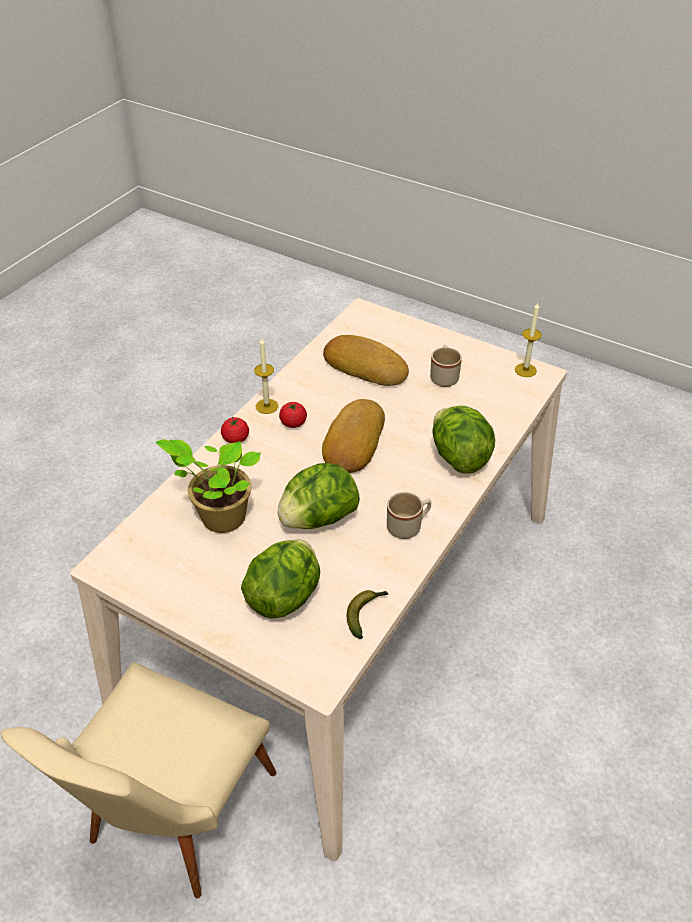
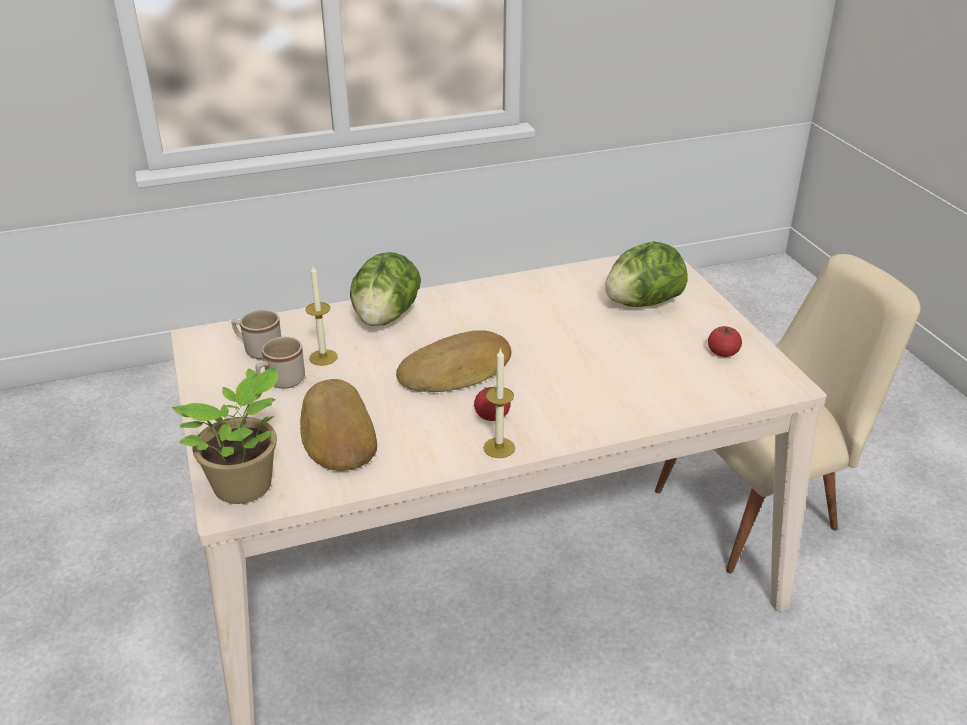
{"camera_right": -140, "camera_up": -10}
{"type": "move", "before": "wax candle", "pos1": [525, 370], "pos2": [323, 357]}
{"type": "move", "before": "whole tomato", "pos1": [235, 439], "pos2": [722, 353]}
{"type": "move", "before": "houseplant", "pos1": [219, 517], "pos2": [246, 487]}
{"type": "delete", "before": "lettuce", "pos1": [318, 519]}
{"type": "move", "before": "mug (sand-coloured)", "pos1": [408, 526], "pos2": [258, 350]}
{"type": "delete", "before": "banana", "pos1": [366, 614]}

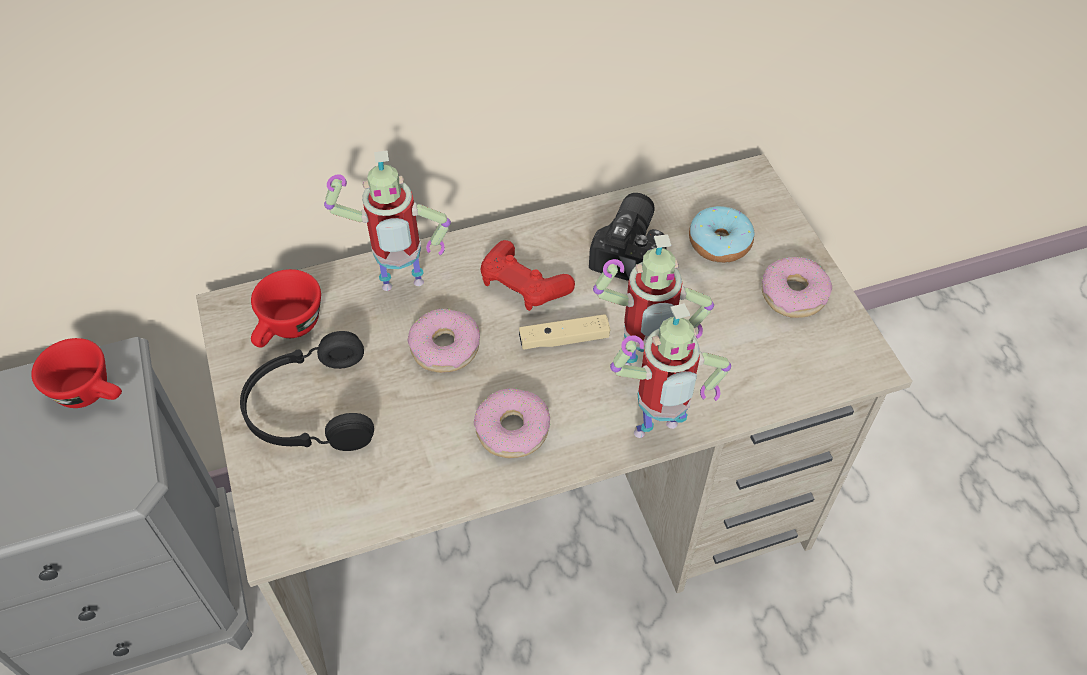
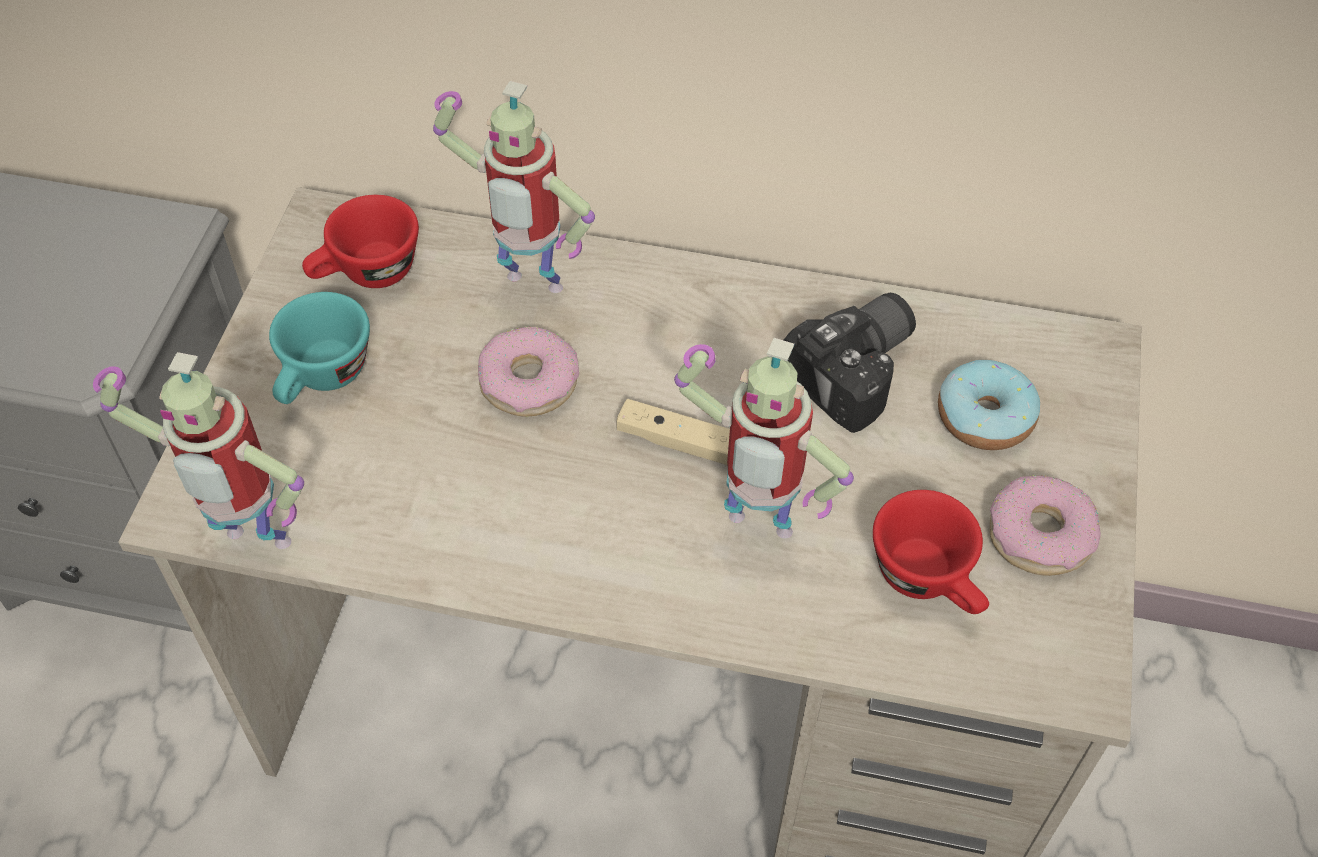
{"camera_right": 30, "camera_up": 0}
{"type": "delete", "before": "gamepad (red)", "pos1": [523, 285]}
{"type": "move", "before": "robot figure", "pos1": [657, 434], "pos2": [253, 545]}
{"type": "replace", "before": "headset (blackish)", "after": "cup (turquoise-coloured)", "pos1": [309, 409], "pos2": [323, 378]}
{"type": "move", "before": "cup (red)", "pos1": [92, 393], "pos2": [929, 580]}
{"type": "delete", "before": "doughnut", "pos1": [512, 429]}

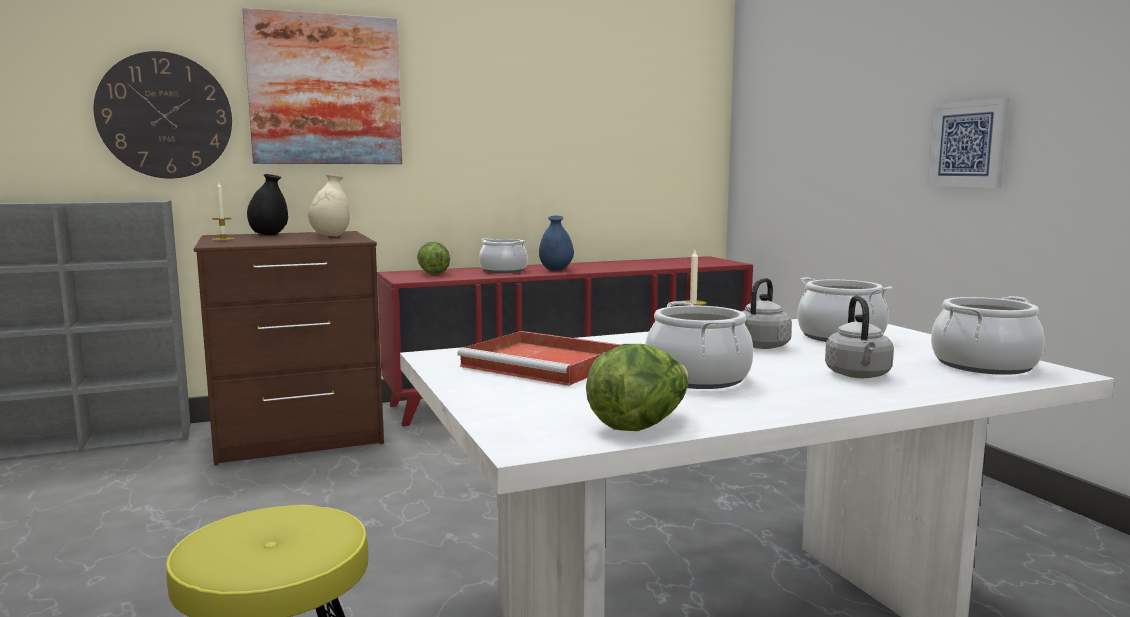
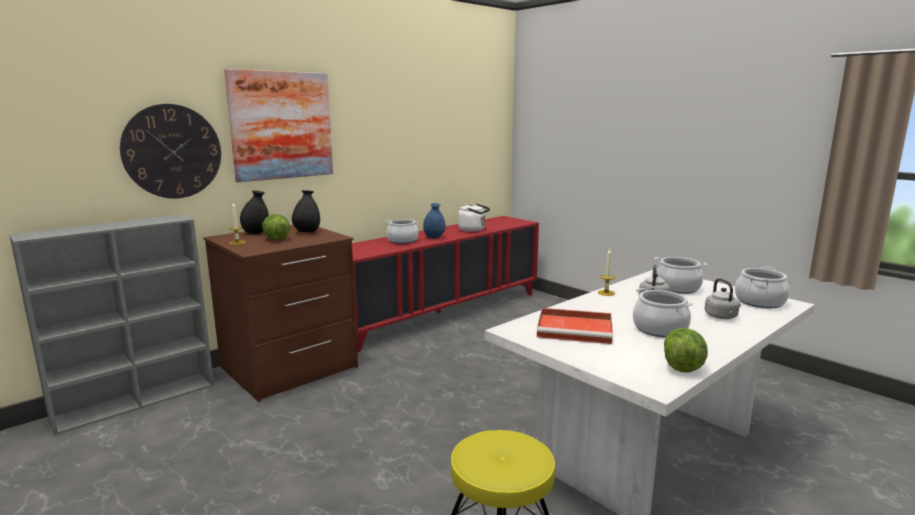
{"camera_right": -20, "camera_up": 5}
{"type": "delete", "before": "wall picture", "pos1": [968, 144]}
{"type": "recolor", "before": "flower vase (sand-coloured)", "after": "flower vase (blackish)", "pos1": [330, 236], "pos2": [307, 233]}
{"type": "move", "before": "lettuce", "pos1": [433, 273], "pos2": [276, 239]}
{"type": "insert", "after": "water kettle (white-coloured)", "pos2": [473, 230]}

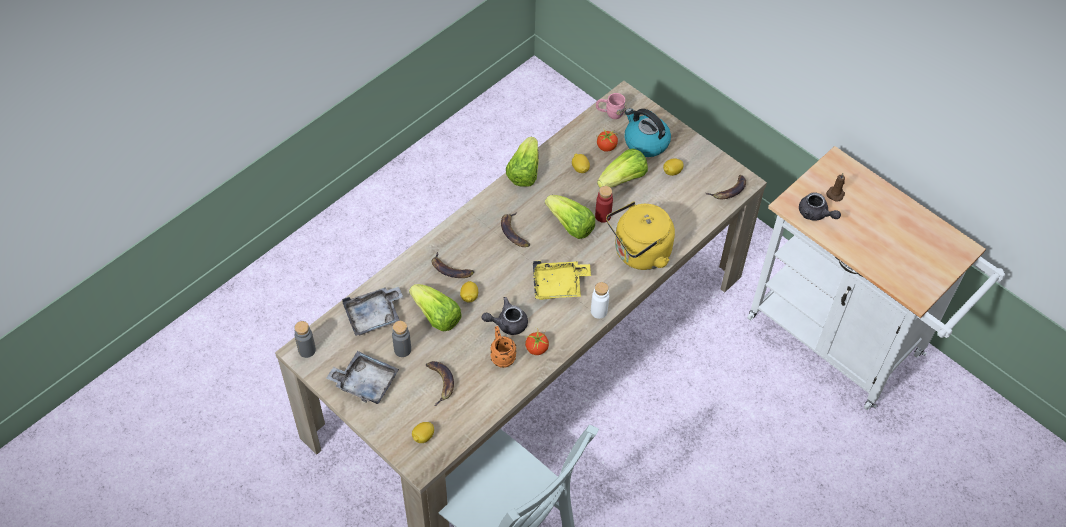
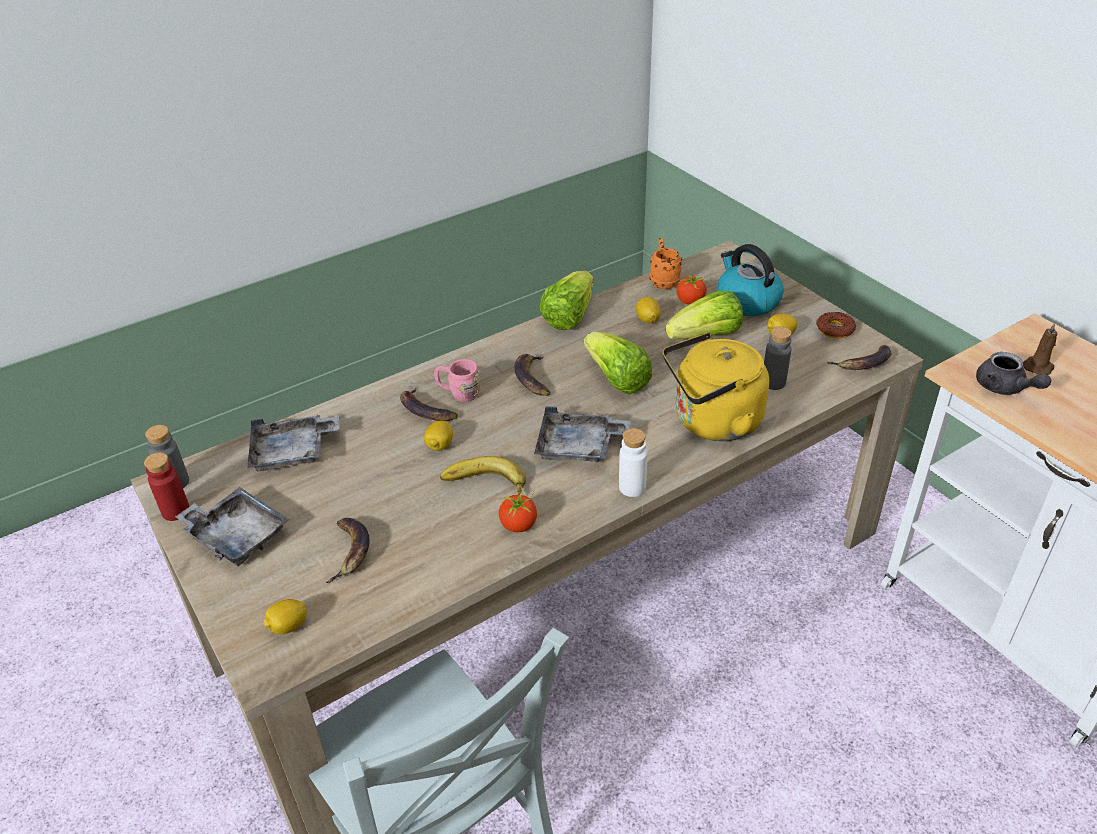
{"camera_right": 15, "camera_up": -15}
{"type": "move", "before": "mug (pink-coloured)", "pos1": [610, 113], "pos2": [458, 393]}
{"type": "move", "before": "drink bottle (red)", "pos1": [603, 216], "pos2": [176, 511]}
{"type": "recolor", "before": "serving tray (yellow-coloured)", "after": "serving tray (grey)", "pos1": [559, 285], "pos2": [579, 447]}
{"type": "delete", "before": "lettuce", "pos1": [436, 316]}
{"type": "replace", "before": "teapot (grey)", "after": "banana", "pos1": [507, 323], "pos2": [484, 485]}
{"type": "move", "before": "drink bottle (grey)", "pos1": [402, 350], "pos2": [773, 382]}
{"type": "move", "before": "mug (orange)", "pos1": [501, 355], "pos2": [663, 280]}
{"type": "insert", "after": "doughnut", "pos2": [835, 329]}

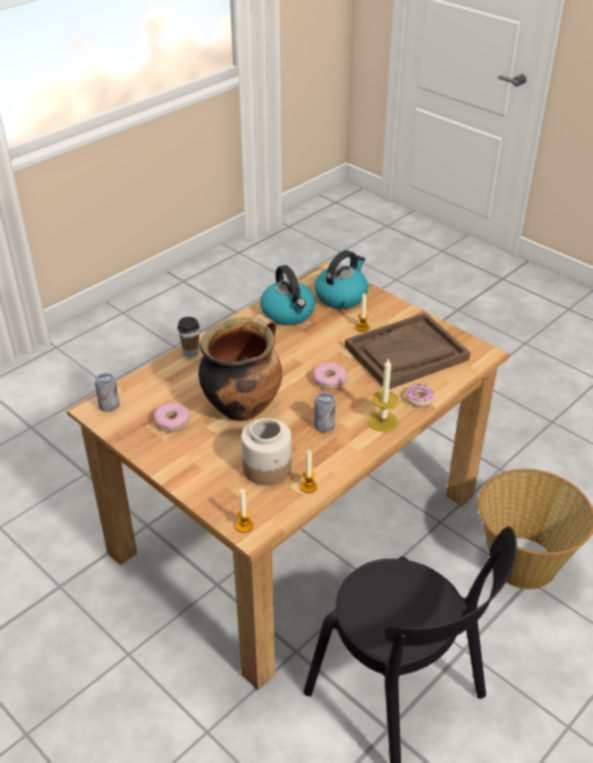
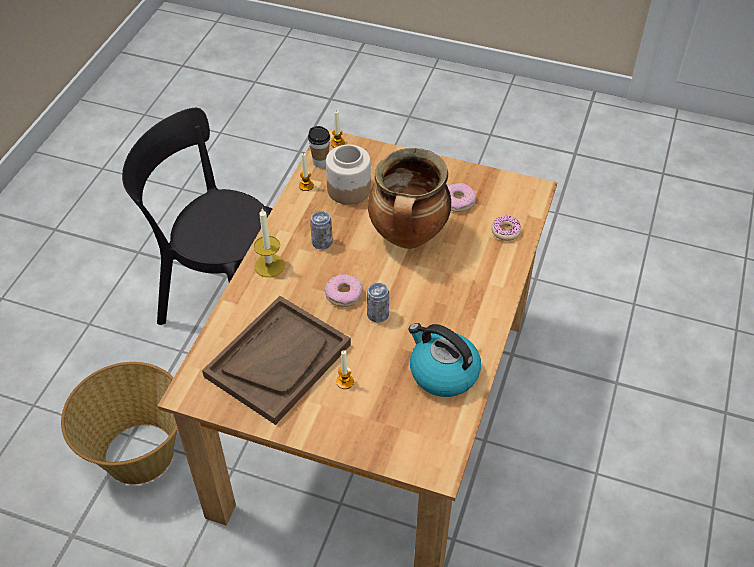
{"camera_right": 155, "camera_up": 10}
{"type": "delete", "before": "water kettle", "pos1": [341, 296]}
{"type": "move", "before": "cup", "pos1": [191, 352], "pos2": [320, 162]}
{"type": "move", "before": "can", "pos1": [109, 406], "pos2": [378, 314]}
{"type": "move", "before": "doughnut", "pos1": [419, 399], "pos2": [505, 231]}

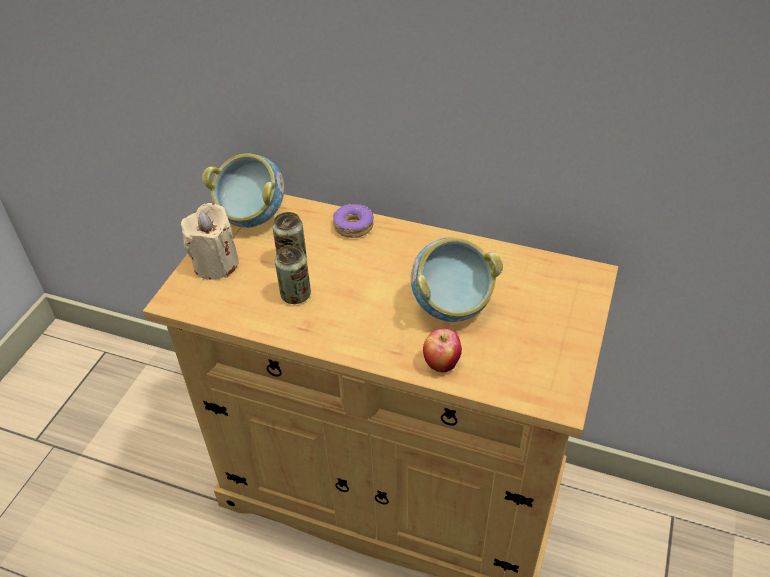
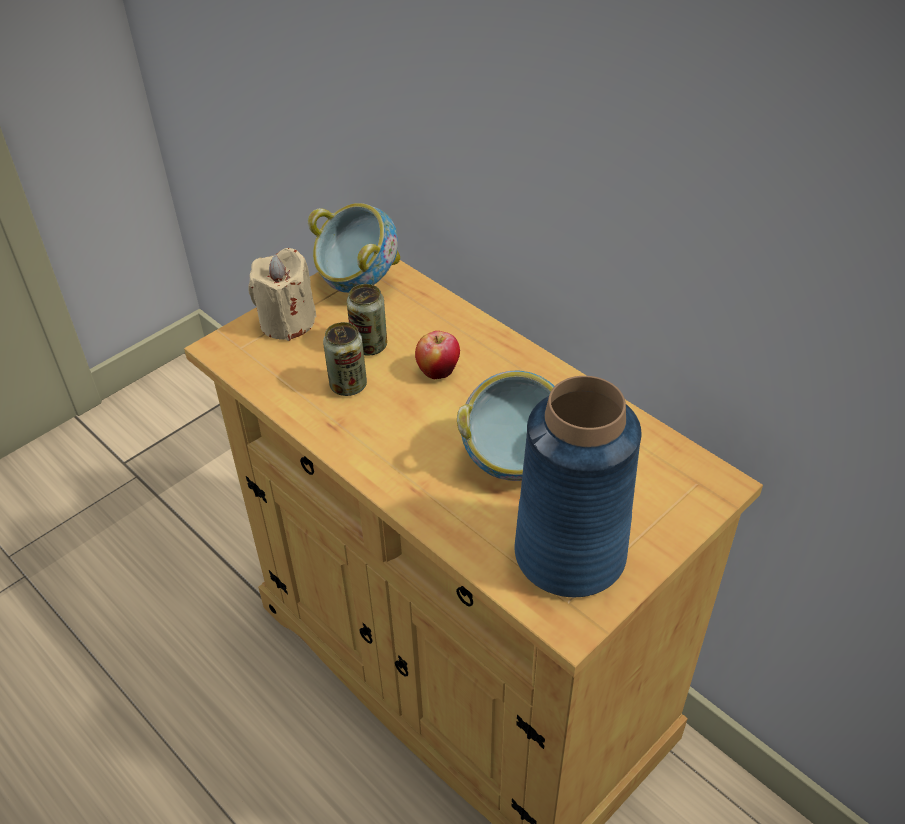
{"camera_right": 25, "camera_up": 0}
{"type": "delete", "before": "doughnut", "pos1": [353, 226]}
{"type": "move", "before": "apple fruit", "pos1": [441, 363], "pos2": [438, 371]}
{"type": "insert", "after": "flower vase (bluish)", "pos2": [571, 554]}

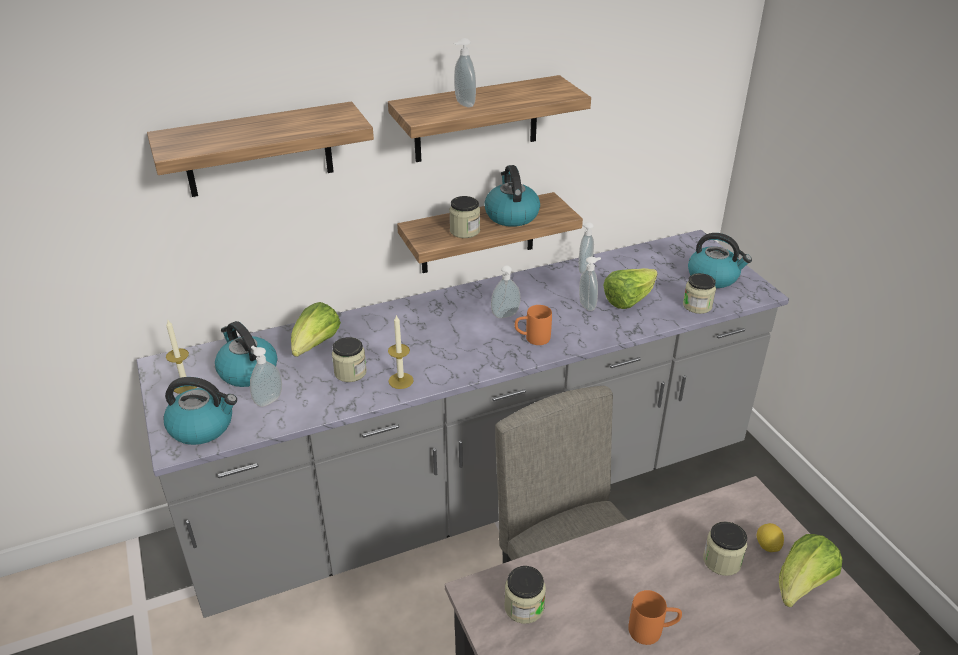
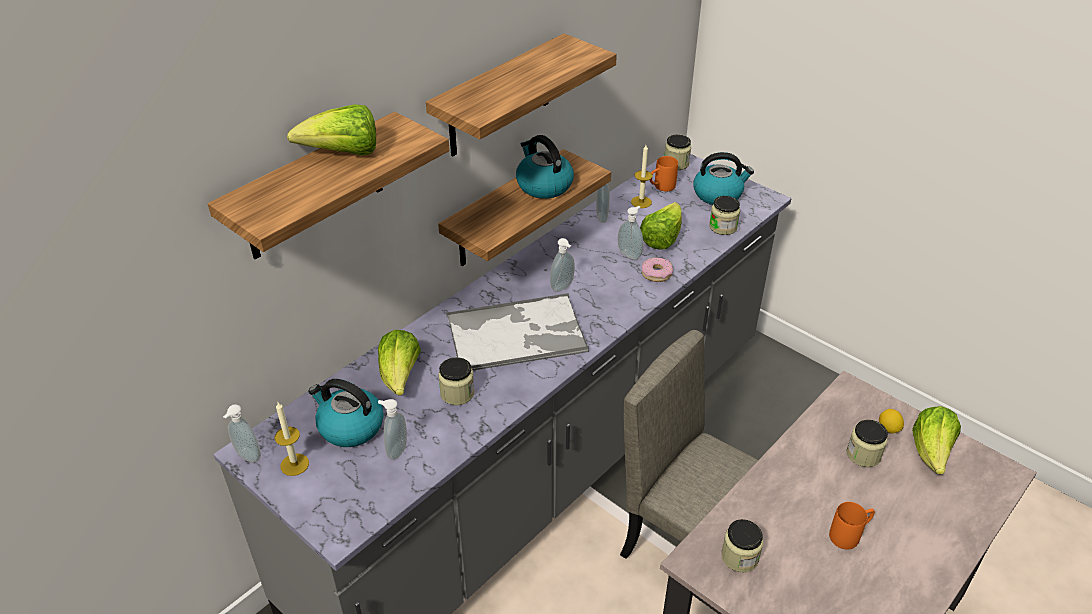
{"camera_right": -25, "camera_up": 5}
{"type": "move", "before": "soap bottle", "pos1": [463, 104], "pos2": [247, 457]}
{"type": "move", "before": "storage jar", "pos1": [464, 231], "pos2": [676, 163]}
{"type": "move", "before": "mug (orange)", "pos1": [532, 339], "pos2": [661, 187]}
{"type": "move", "before": "wax candle", "pos1": [401, 380], "pos2": [641, 202]}
{"type": "delete", "before": "water kettle", "pos1": [203, 426]}
{"type": "insert", "after": "lettuce", "pos2": [343, 154]}
{"type": "insert", "after": "doughnut", "pos2": [656, 274]}
{"type": "insert", "after": "serving tray", "pos2": [517, 334]}

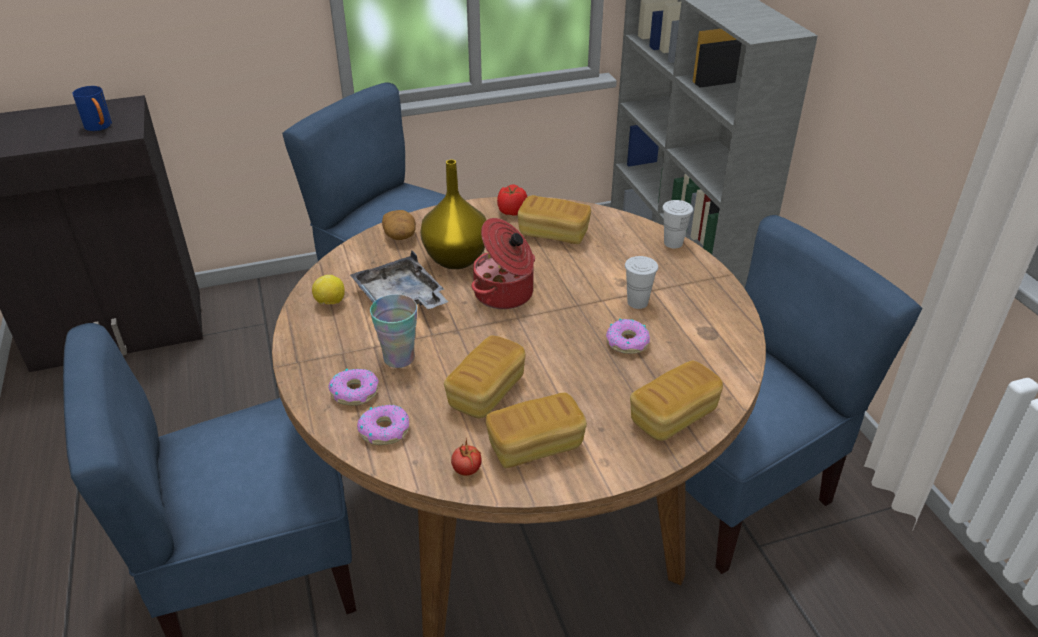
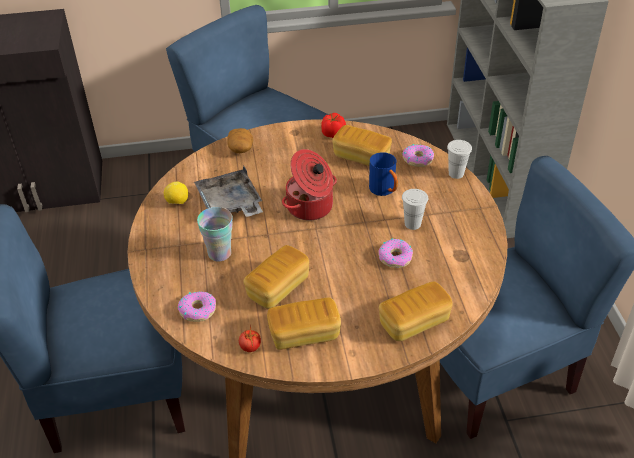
{"camera_right": 10, "camera_up": 5}
{"type": "move", "before": "mug (bluish)", "pos1": [100, 127], "pos2": [385, 191]}
{"type": "delete", "before": "flower vase (yellow-coloured)", "pos1": [455, 258]}
{"type": "move", "before": "doughnut", "pos1": [354, 392], "pos2": [418, 159]}

